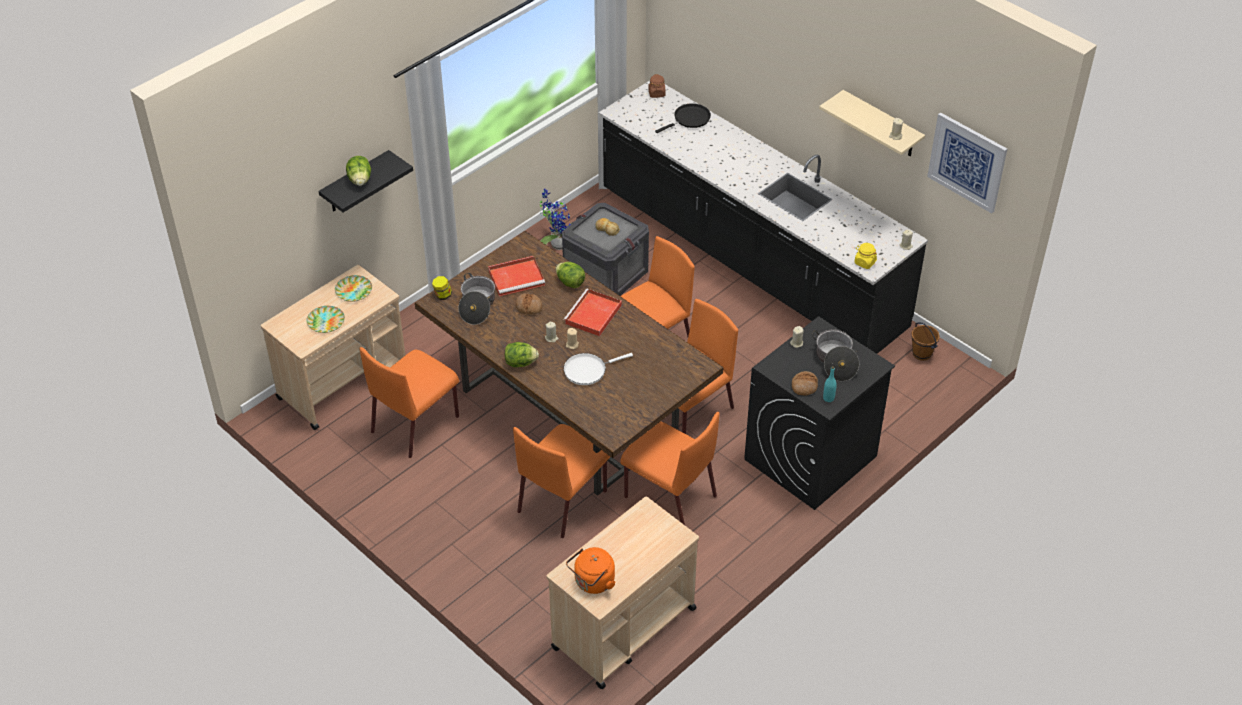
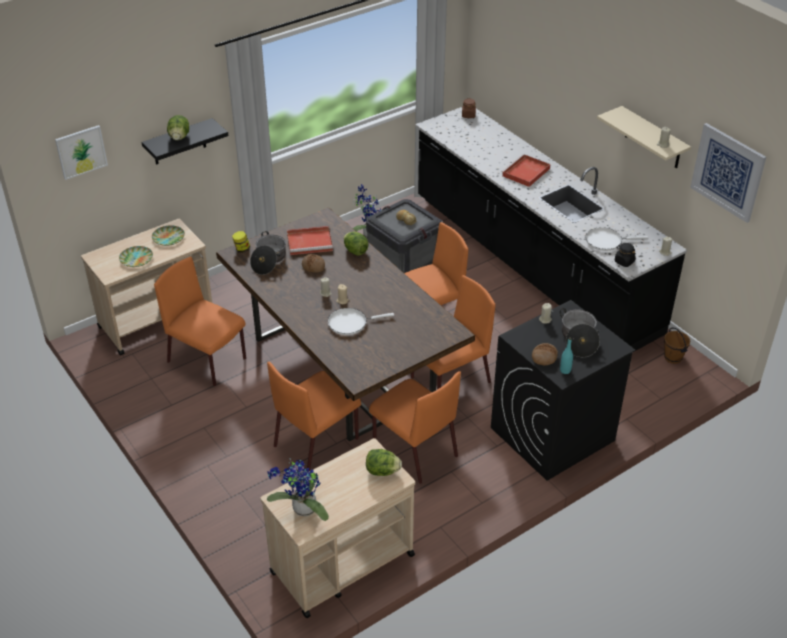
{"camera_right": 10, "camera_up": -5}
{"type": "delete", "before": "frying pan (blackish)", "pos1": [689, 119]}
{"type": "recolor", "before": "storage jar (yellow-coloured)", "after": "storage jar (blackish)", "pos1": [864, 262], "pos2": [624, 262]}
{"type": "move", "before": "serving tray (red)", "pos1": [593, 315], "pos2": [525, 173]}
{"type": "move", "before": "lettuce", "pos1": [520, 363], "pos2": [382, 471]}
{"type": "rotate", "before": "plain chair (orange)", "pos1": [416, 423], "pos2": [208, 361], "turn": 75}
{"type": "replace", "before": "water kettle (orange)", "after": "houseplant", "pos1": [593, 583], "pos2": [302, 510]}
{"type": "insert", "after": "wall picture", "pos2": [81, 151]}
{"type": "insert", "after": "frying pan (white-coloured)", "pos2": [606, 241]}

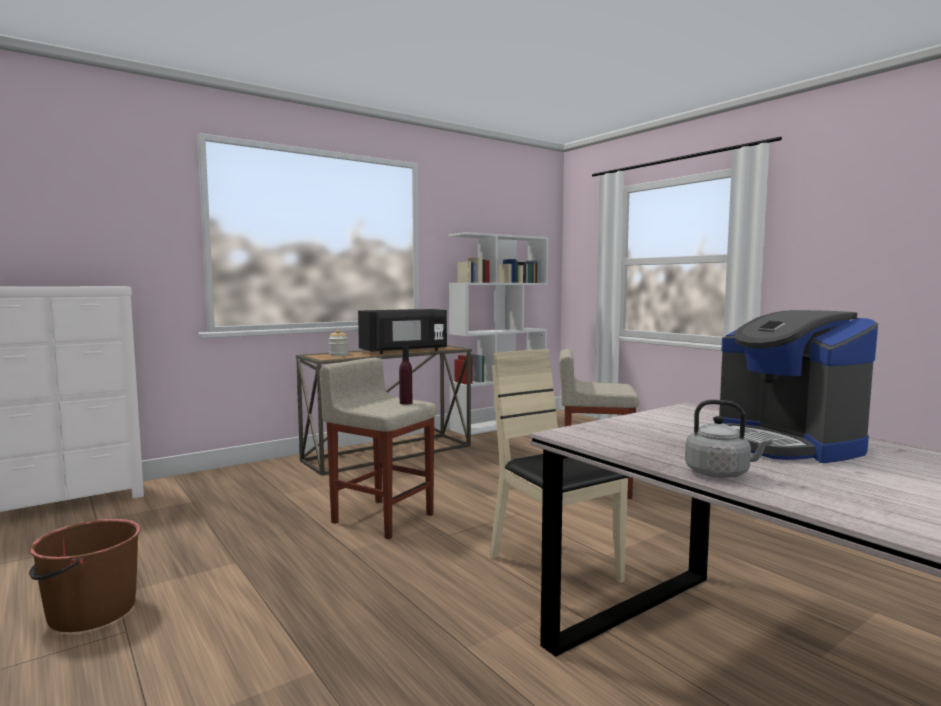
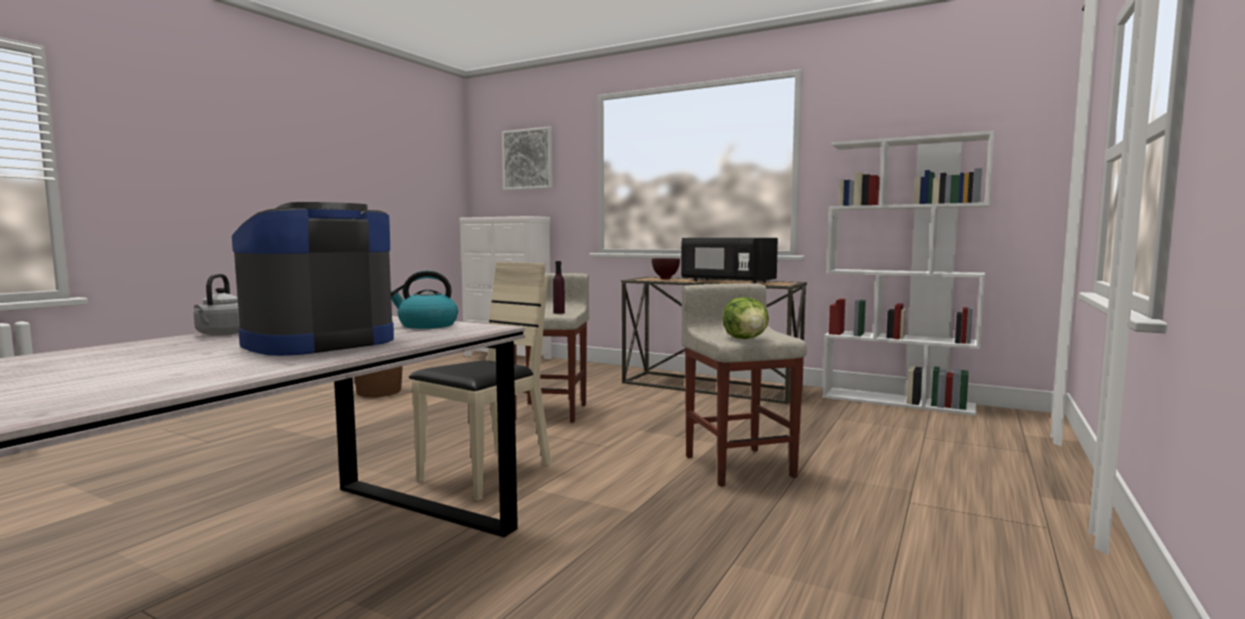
{"camera_right": 65, "camera_up": 0}
{"type": "replace", "before": "storage jar", "after": "deep dish (brown)", "pos1": [338, 355], "pos2": [666, 279]}
{"type": "insert", "after": "wall picture", "pos2": [528, 159]}
{"type": "insert", "after": "water kettle", "pos2": [427, 325]}
{"type": "insert", "after": "lettuce", "pos2": [746, 339]}

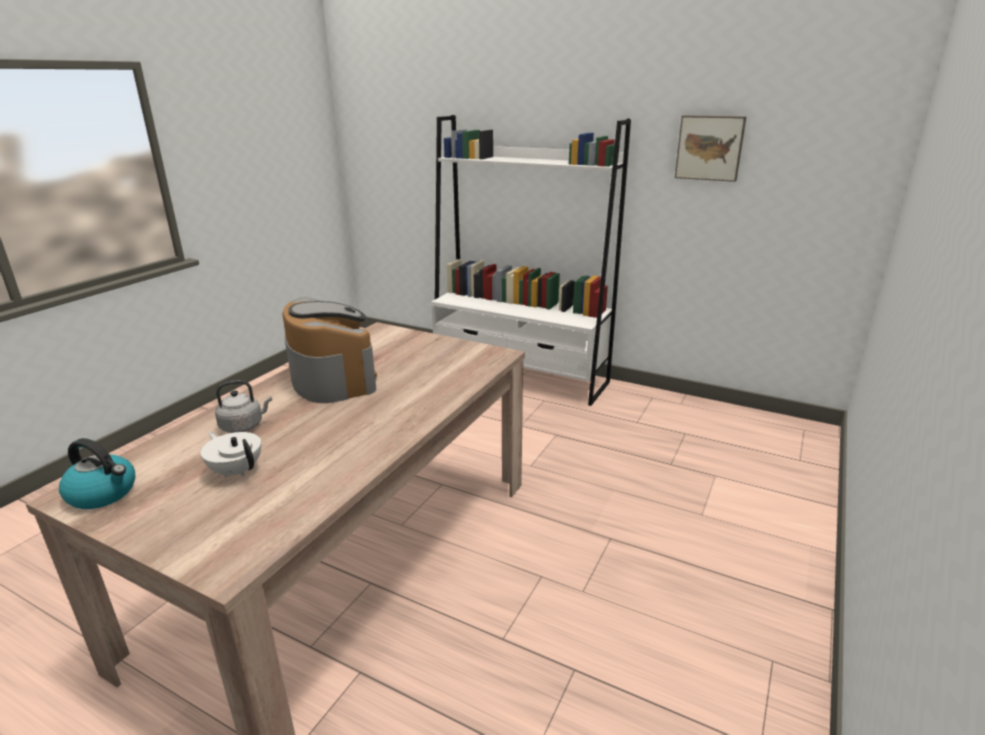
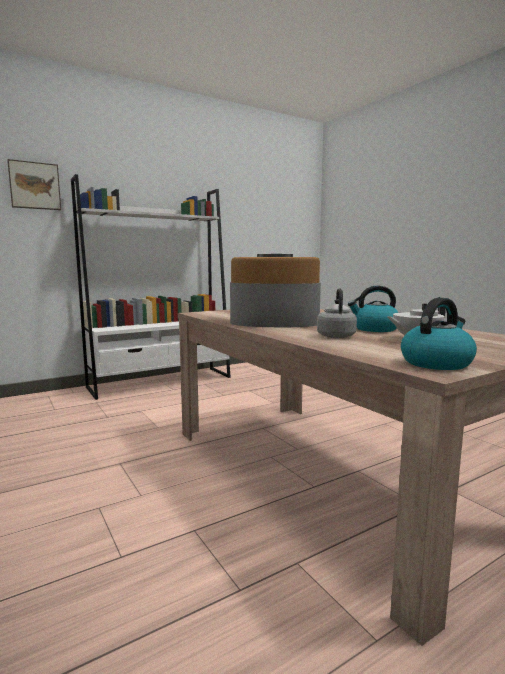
{"camera_right": -60, "camera_up": -15}
{"type": "move", "before": "wall picture", "pos1": [709, 148], "pos2": [34, 186]}
{"type": "insert", "after": "water kettle", "pos2": [374, 329]}

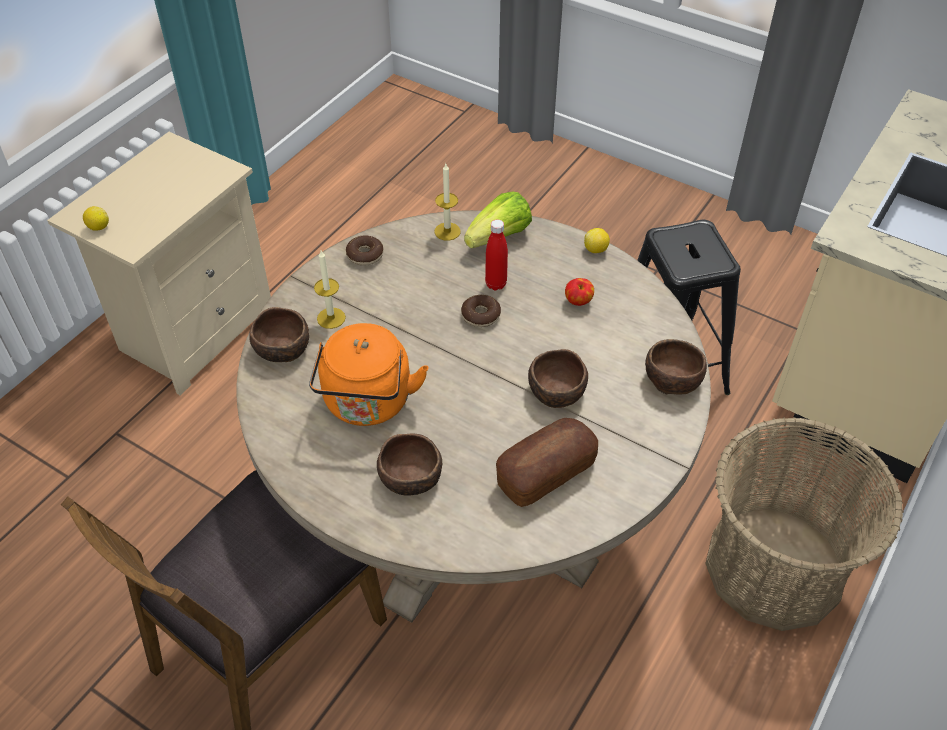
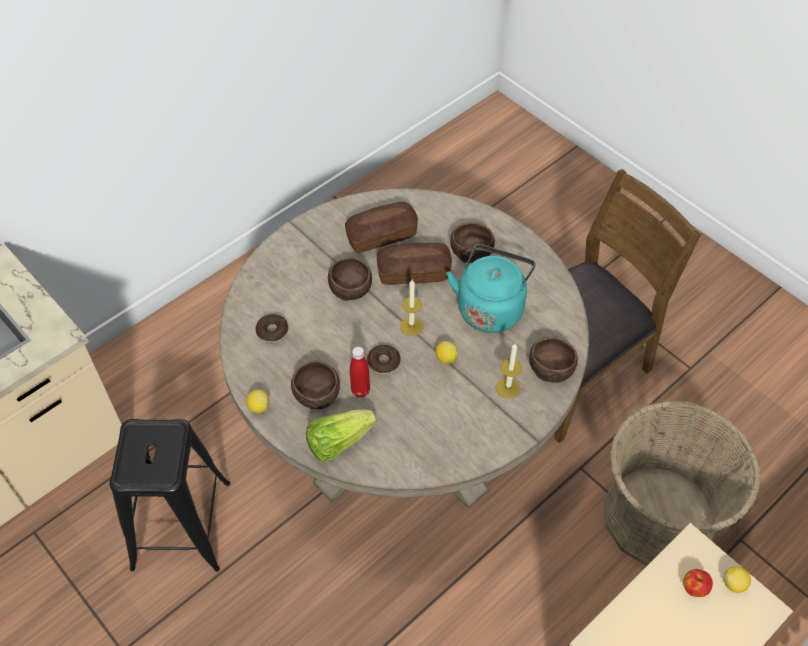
{"camera_right": -165, "camera_up": 5}
{"type": "move", "before": "wax candle", "pos1": [447, 231], "pos2": [411, 326]}
{"type": "move", "before": "doughnut", "pos1": [365, 255], "pos2": [272, 332]}
{"type": "move", "before": "apple fruit", "pos1": [578, 302], "pos2": [694, 588]}
{"type": "recolor", "before": "water kettle (orange)", "after": "water kettle (turquoise-coloured)", "pos1": [367, 404], "pos2": [490, 307]}
{"type": "move", "before": "deep dish (brown)", "pos1": [671, 378], "pos2": [317, 395]}
{"type": "move", "before": "basket", "pos1": [774, 568], "pos2": [658, 516]}
{"type": "insert", "after": "bread", "pos2": [414, 273]}
{"type": "insert", "after": "lemon", "pos2": [445, 358]}

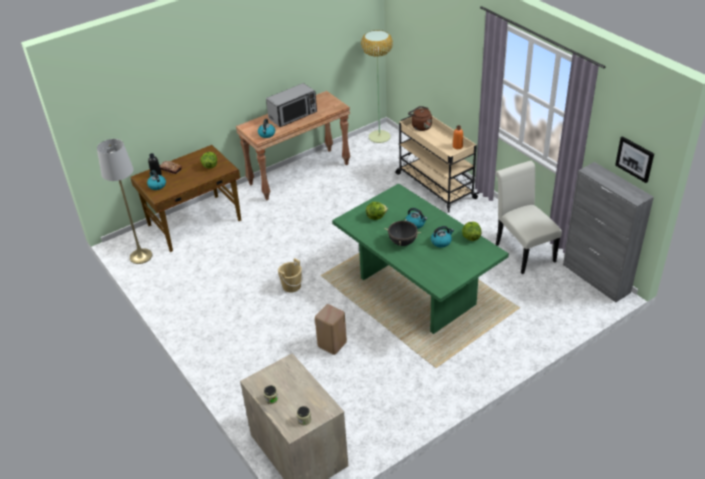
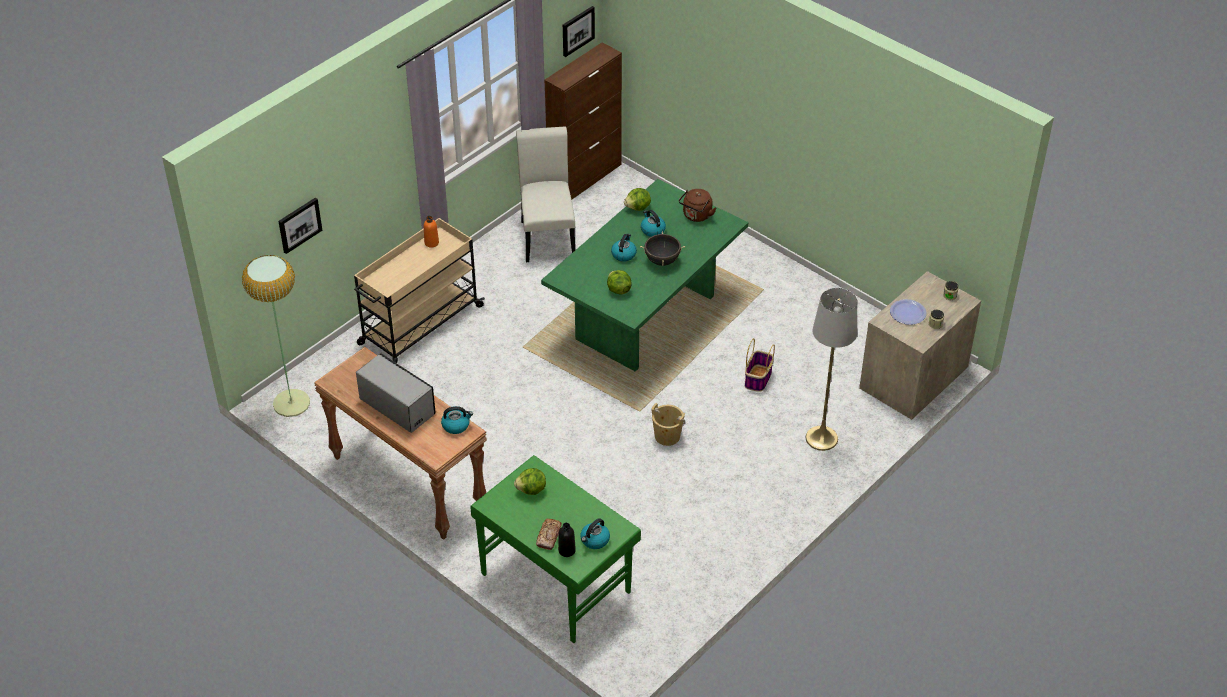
{"camera_right": -105, "camera_up": 5}
{"type": "move", "before": "water kettle (brown)", "pos1": [420, 126], "pos2": [696, 216]}
{"type": "move", "before": "standing lamp (grey)", "pos1": [141, 256], "pos2": [821, 438]}
{"type": "recolor", "before": "desk (brown)", "after": "desk (greenish)", "pos1": [195, 223], "pos2": [556, 581]}
{"type": "rotate", "before": "plain chair (white-coloured)", "pos1": [522, 250], "pos2": [547, 236], "turn": 120}
{"type": "recolor", "before": "cabinet (grey)", "after": "cabinet (brown)", "pos1": [596, 278], "pos2": [585, 178]}
{"type": "replace", "before": "stool (sand-coloured)", "after": "basket", "pos1": [331, 345], "pos2": [758, 379]}
{"type": "insert", "after": "wall picture", "pos2": [299, 225]}
{"type": "insert", "after": "dinner plate", "pos2": [907, 313]}

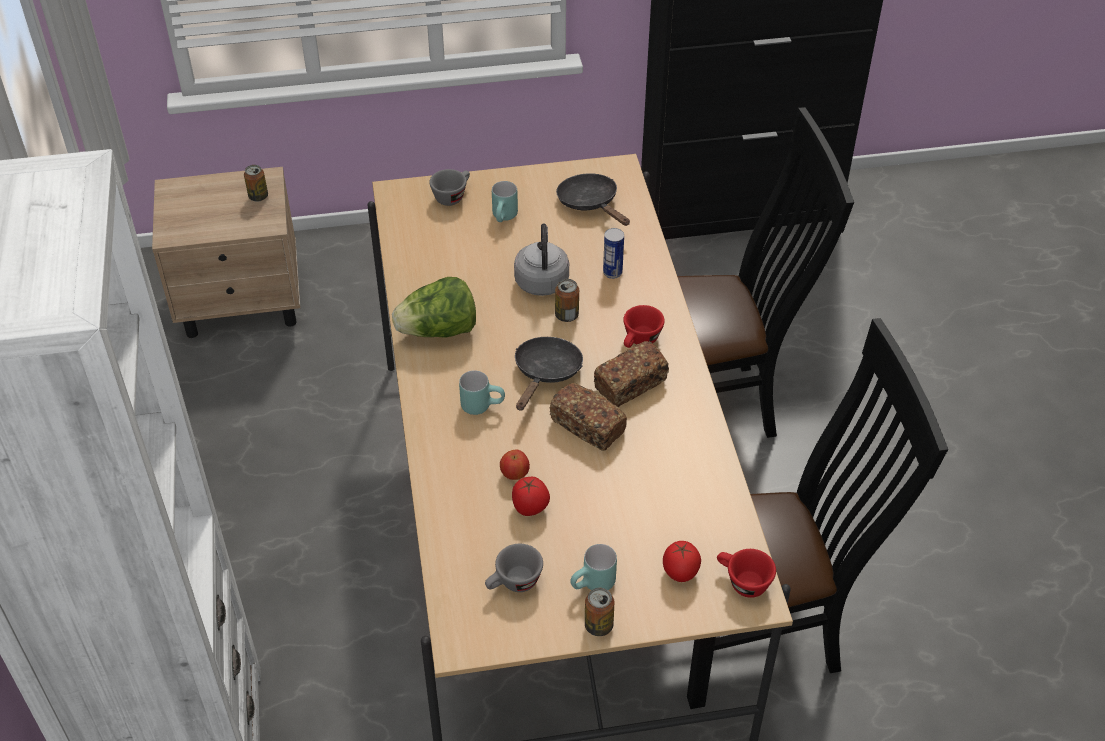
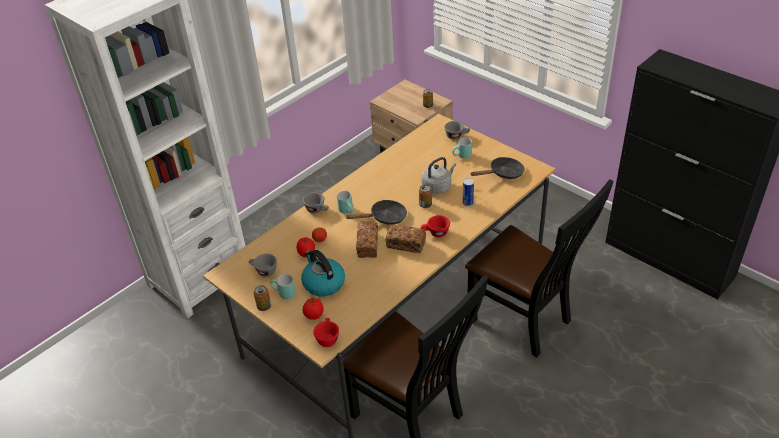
{"camera_right": 55, "camera_up": -5}
{"type": "rotate", "before": "frying pan (blackish)", "pos1": [590, 203], "pos2": [503, 173], "turn": 45}
{"type": "delete", "before": "lettuce", "pos1": [439, 331]}
{"type": "insert", "after": "cup (grey)", "pos2": [317, 210]}
{"type": "insert", "after": "water kettle", "pos2": [323, 283]}

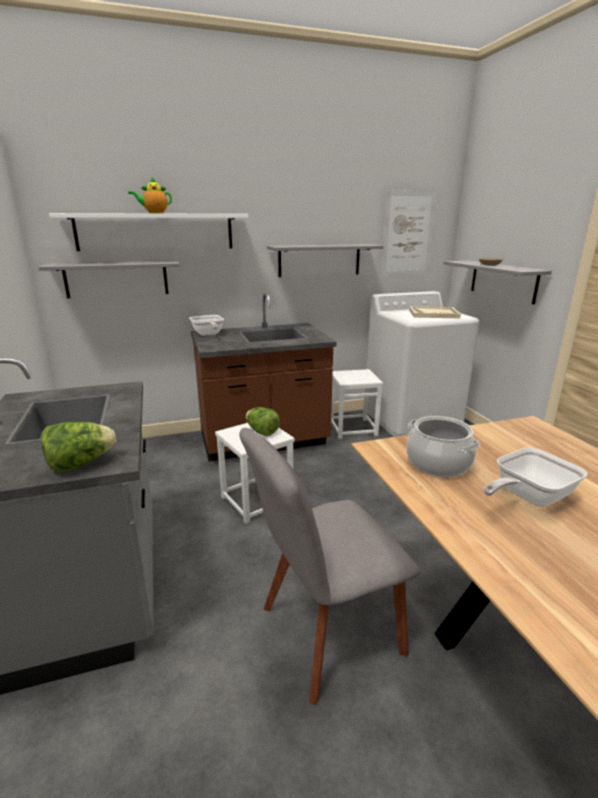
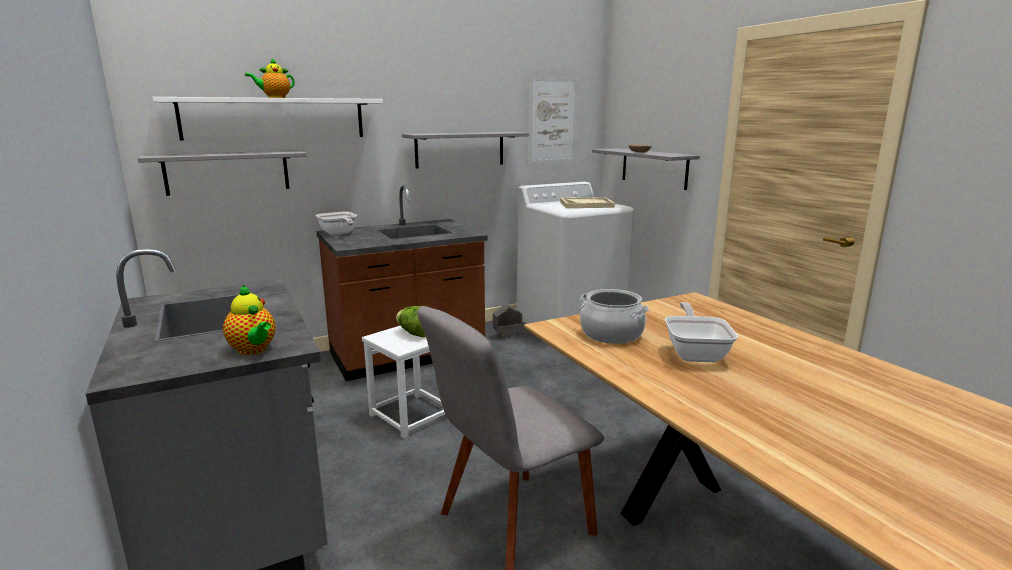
{"camera_right": -10, "camera_up": -5}
{"type": "replace", "before": "stool (white-coloured)", "after": "planter (grey)", "pos1": [353, 428], "pos2": [507, 336]}
{"type": "replace", "before": "lettuce", "after": "teapot", "pos1": [81, 464], "pos2": [254, 350]}
{"type": "rotate", "before": "frying pan", "pos1": [527, 497], "pos2": [695, 353], "turn": 135}

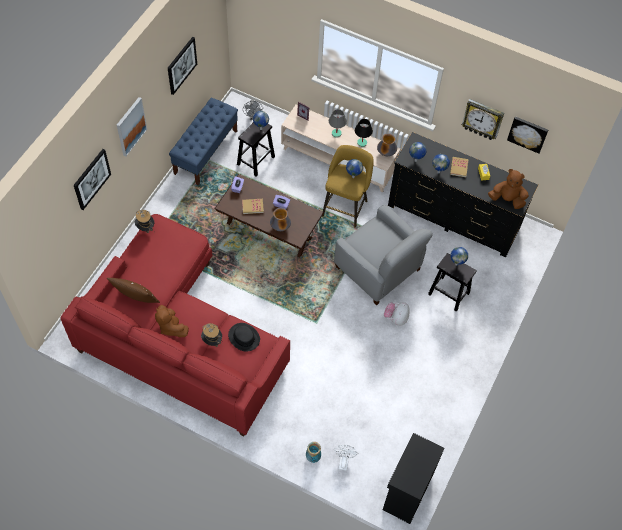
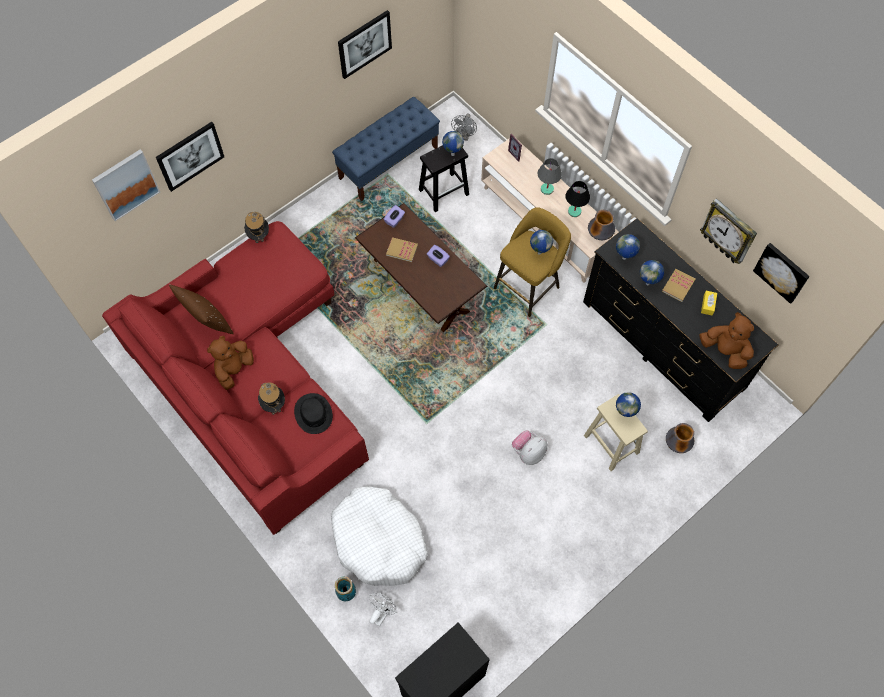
{"camera_right": 25, "camera_up": 5}
{"type": "move", "before": "wall picture", "pos1": [130, 126], "pos2": [126, 184]}
{"type": "delete", "before": "lounge chair (grey)", "pos1": [378, 269]}
{"type": "move", "before": "flower vase", "pos1": [280, 227], "pos2": [677, 444]}
{"type": "recolor", "before": "stool (blackish)", "after": "stool (sand-coloured)", "pos1": [448, 293], "pos2": [610, 443]}
{"type": "rotate", "before": "plush toy (brown)", "pos1": [171, 327], "pos2": [234, 370], "turn": 45}
{"type": "insert", "after": "dog bed (white-coloured)", "pos2": [379, 540]}

